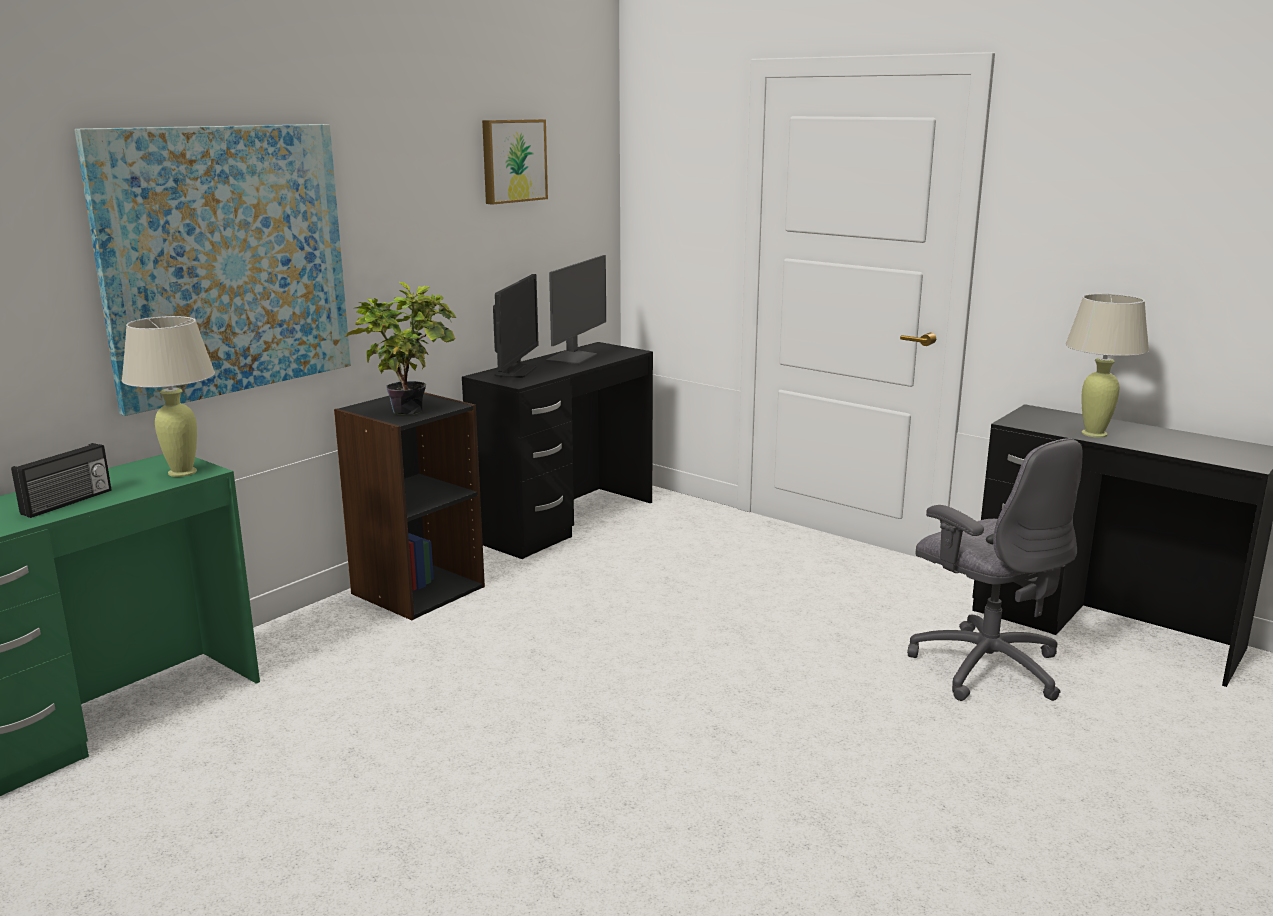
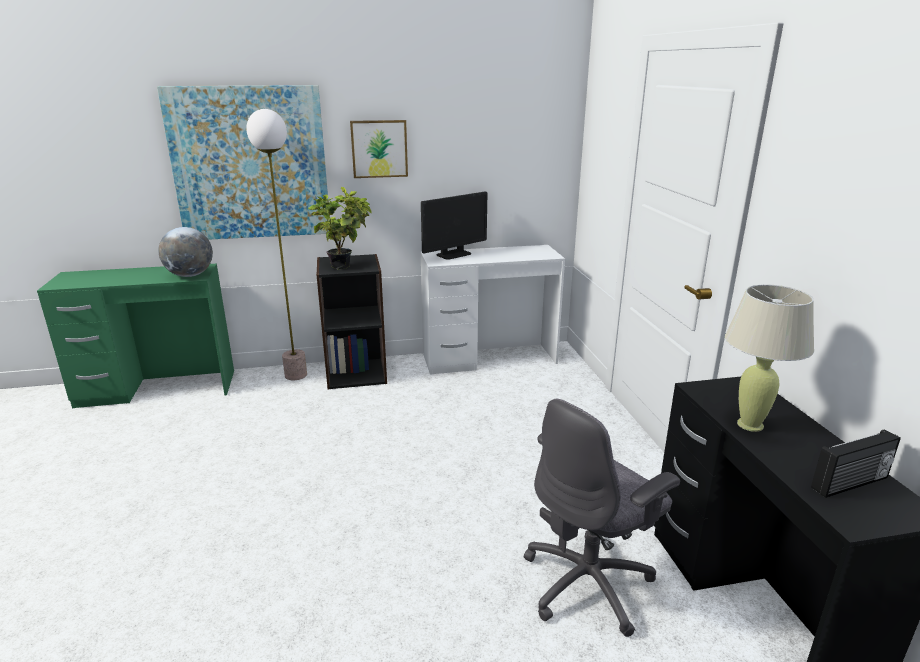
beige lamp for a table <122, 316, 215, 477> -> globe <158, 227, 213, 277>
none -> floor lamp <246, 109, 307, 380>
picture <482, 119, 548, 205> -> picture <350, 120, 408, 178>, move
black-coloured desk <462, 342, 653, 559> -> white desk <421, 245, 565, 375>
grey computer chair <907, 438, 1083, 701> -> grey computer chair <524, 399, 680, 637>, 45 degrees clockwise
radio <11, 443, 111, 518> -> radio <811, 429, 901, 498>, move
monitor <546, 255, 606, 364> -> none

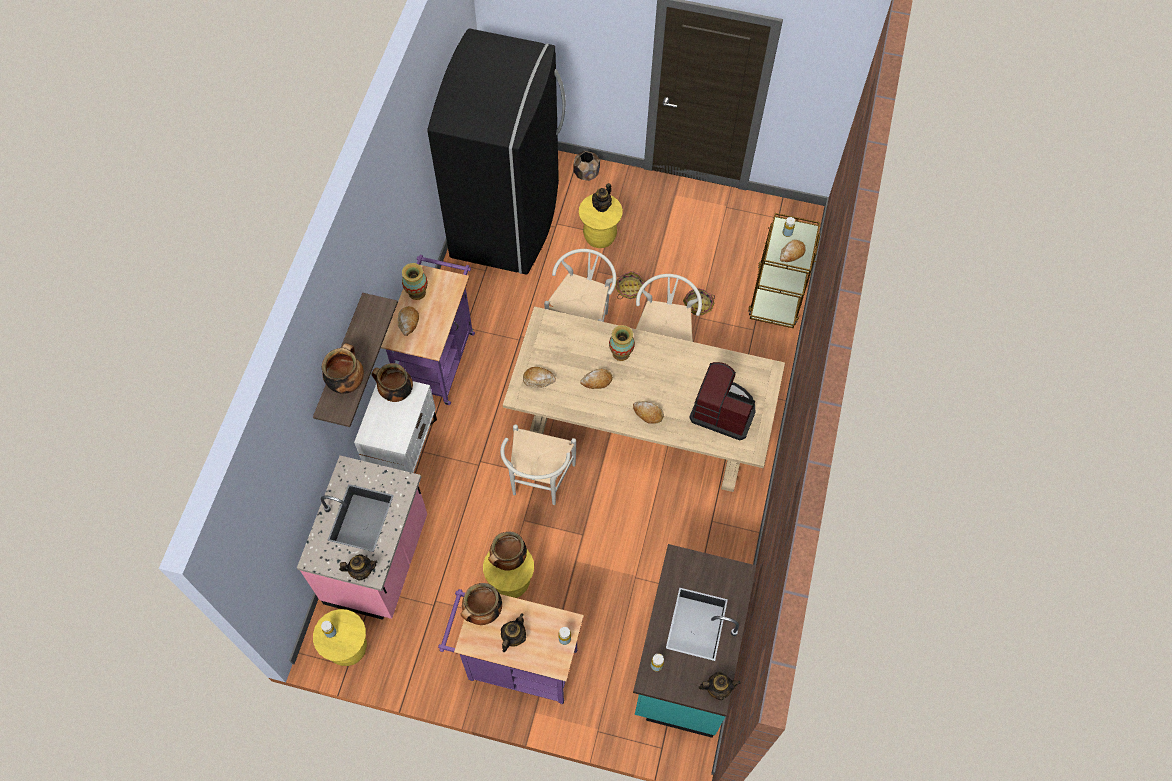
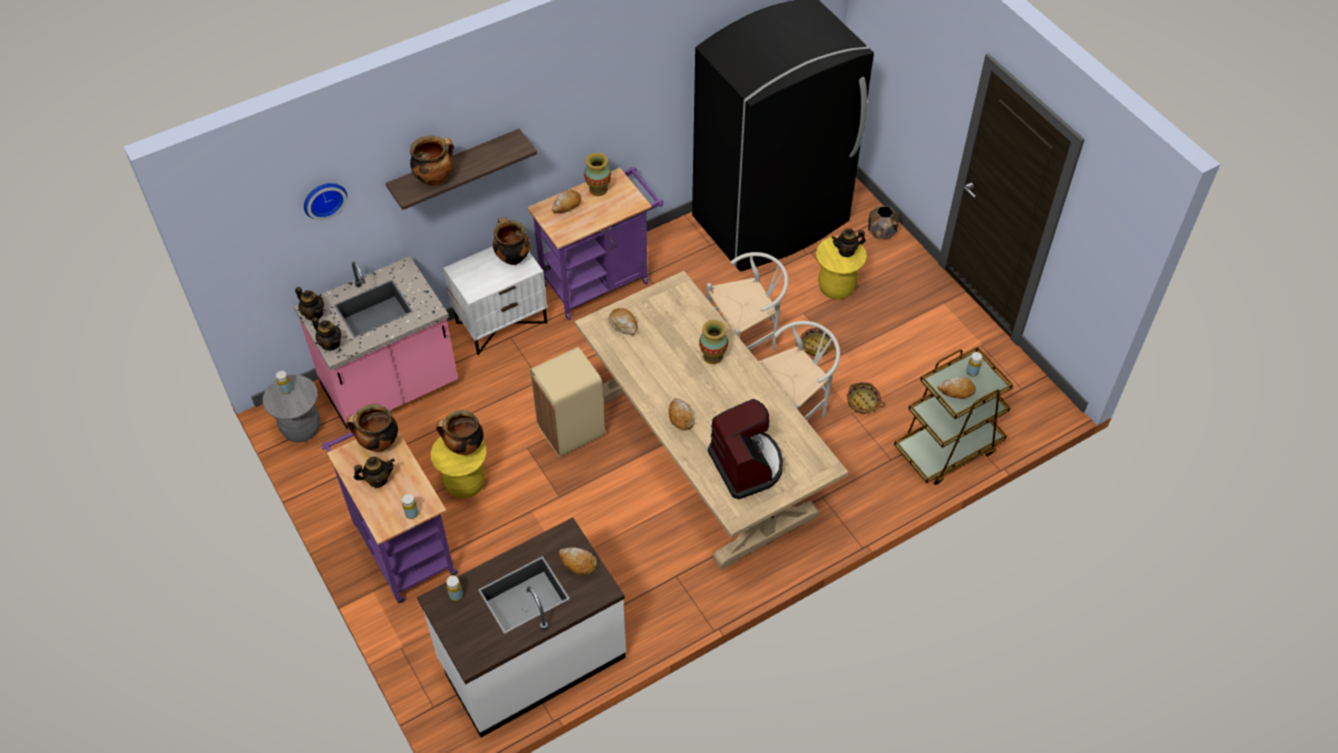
yellow sitting stool <313, 609, 367, 666> -> grey sitting stool <263, 375, 320, 442>
teapot <698, 672, 741, 700> -> teapot <295, 287, 324, 320>, move
none -> clock on the wall <304, 183, 347, 220>
blue-green counter <633, 544, 756, 738> -> white counter <417, 518, 626, 738>
white plain chair <500, 424, 576, 505> -> beige trash can <530, 347, 605, 457>
bread <580, 368, 613, 389> -> bread <559, 547, 597, 575>, move

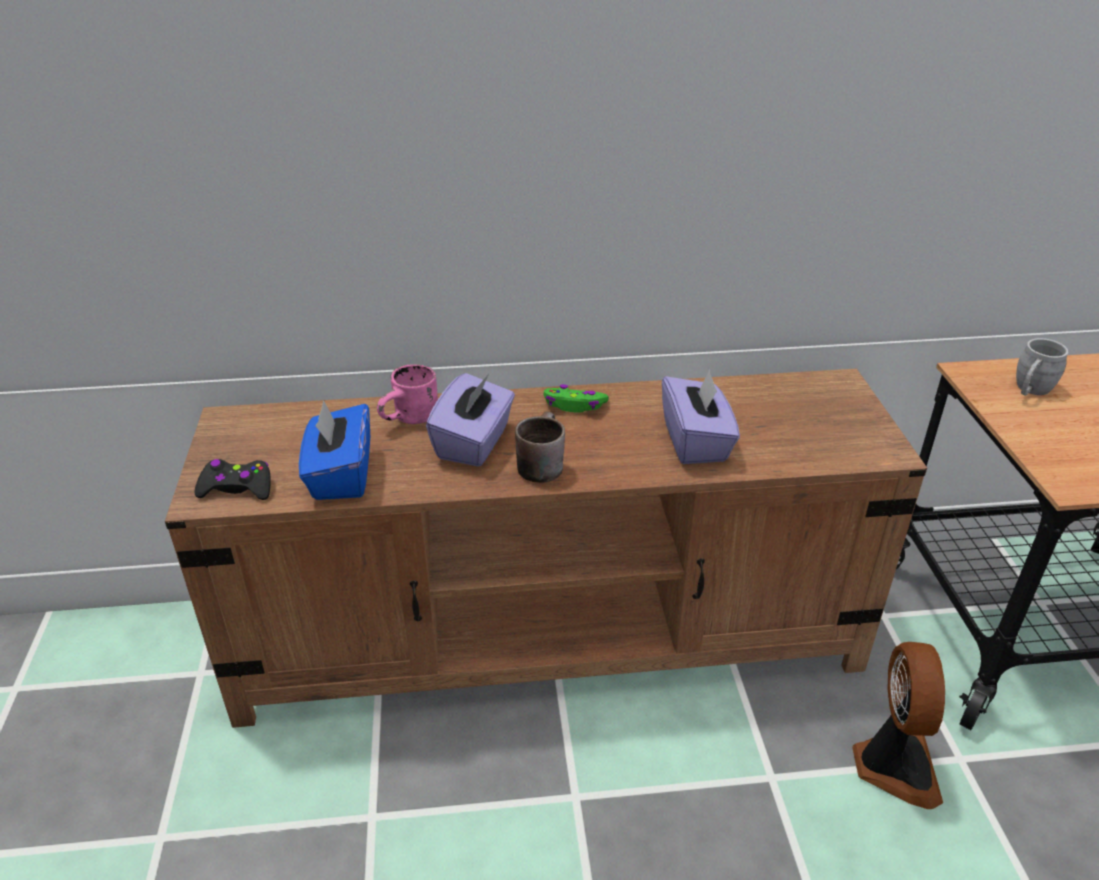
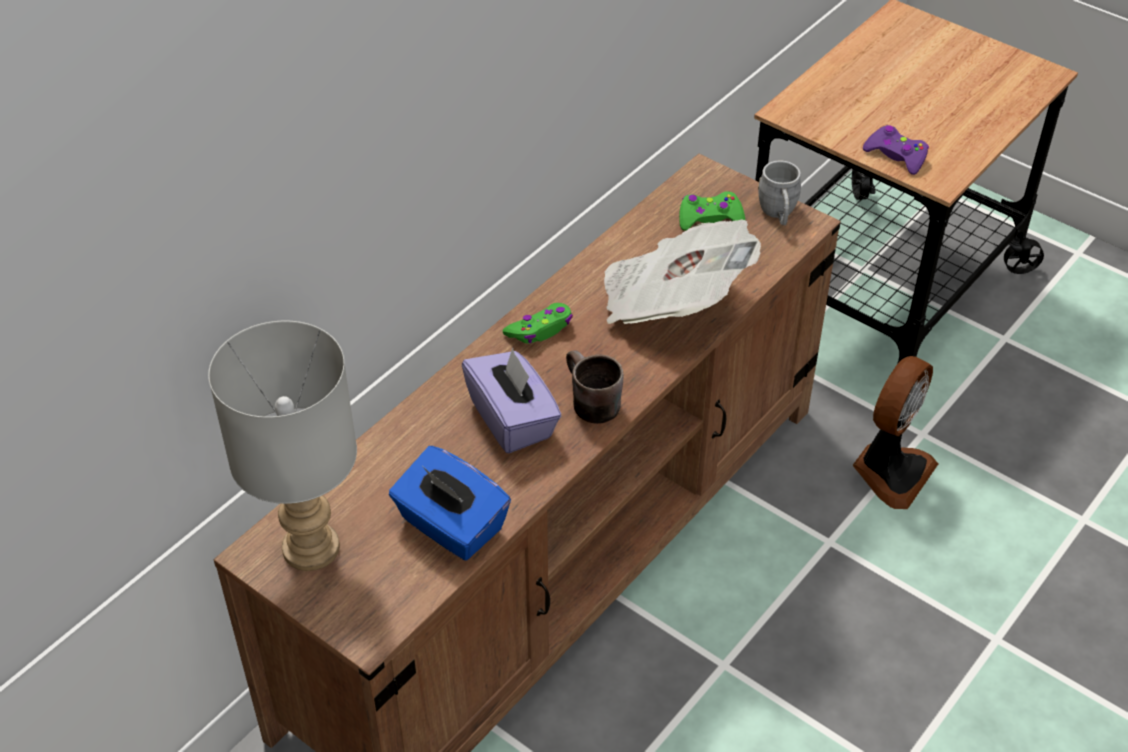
none -> grey lamp for a table <208, 321, 357, 571>
purplish tissue holder <662, 369, 740, 464> -> printed paper <604, 220, 761, 324>
none -> green-coloured gamepad <679, 192, 745, 231>
grey mug <1016, 338, 1068, 396> -> grey mug <758, 161, 801, 225>, move
electric fan <852, 642, 945, 809> -> electric fan <853, 356, 938, 509>, 75 degrees clockwise
none -> purplish gamepad <863, 125, 929, 175>
black-coloured gamepad <194, 459, 271, 500> -> none
pink mug <377, 364, 438, 424> -> none

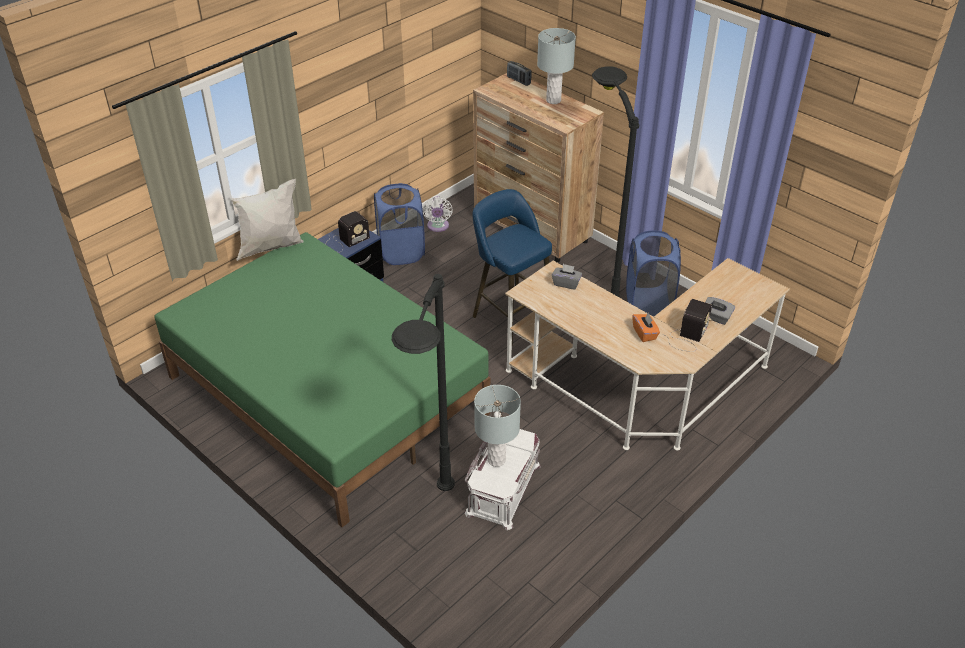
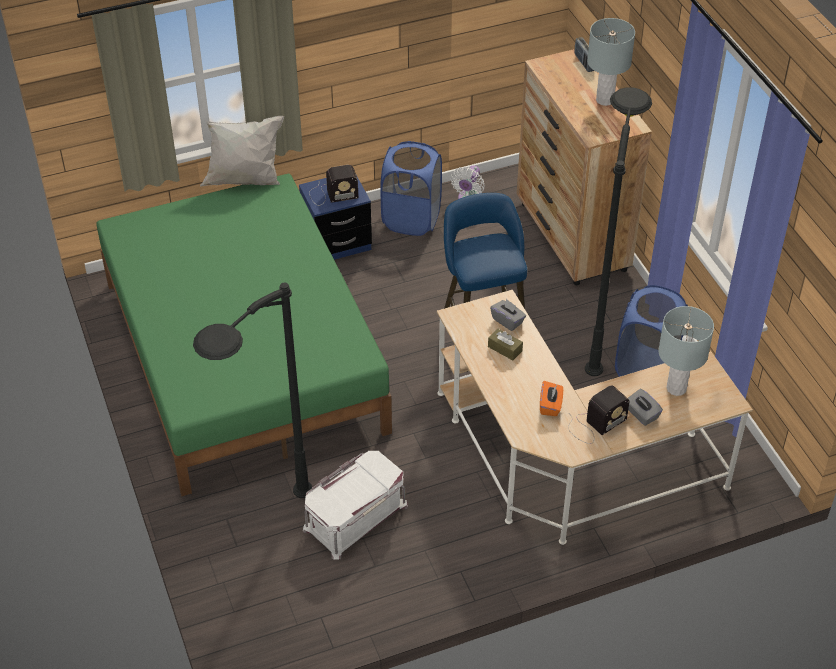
none -> brownish tissue holder <488, 329, 523, 360>
grey lamp for a table <474, 385, 521, 467> -> grey lamp for a table <658, 306, 714, 396>, move

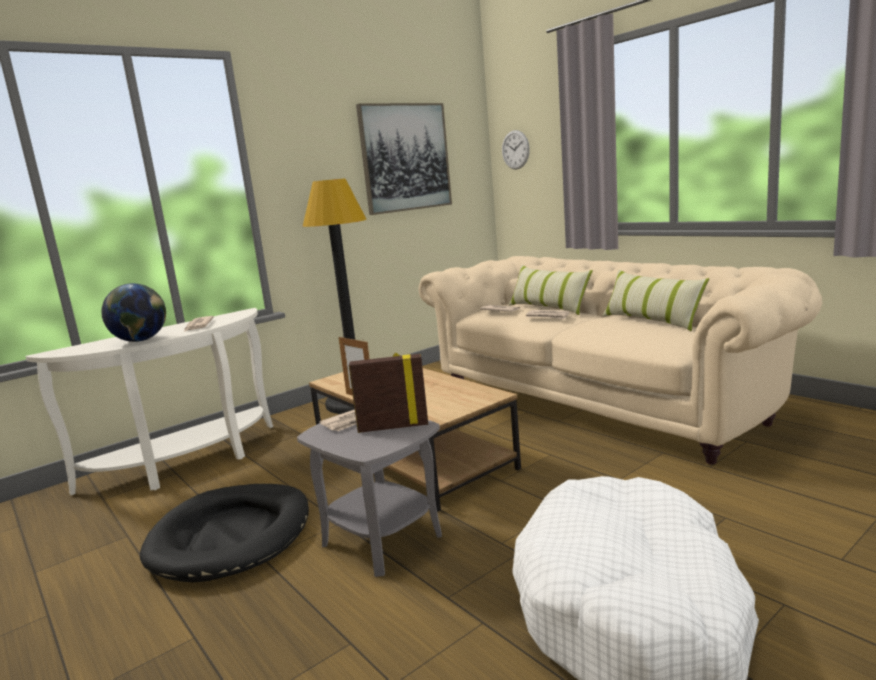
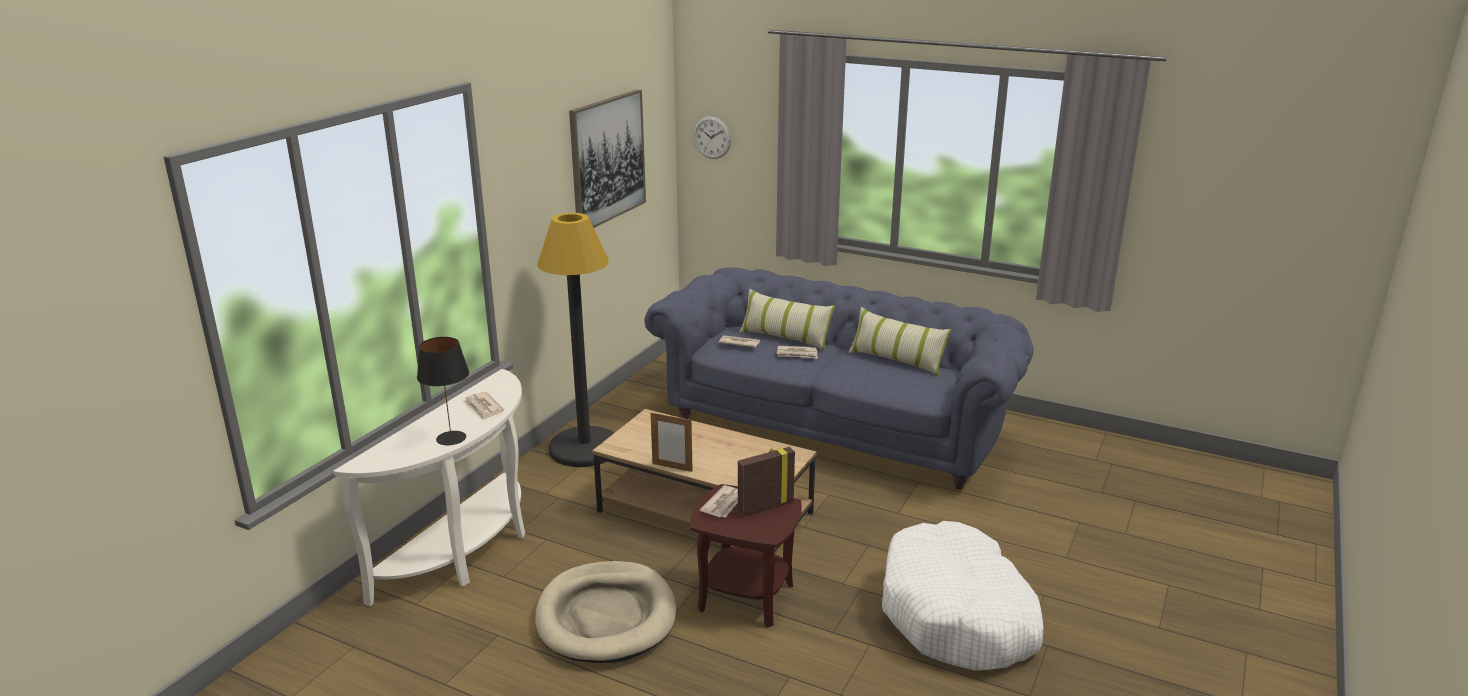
globe <101, 283, 166, 342> -> black-coloured lamp for a table <417, 337, 469, 445>
black-coloured dog bed <140, 484, 309, 583> -> beige dog bed <535, 561, 676, 663>
beige sofa <418, 256, 822, 465> -> bluish sofa <644, 267, 1033, 490>
grey end table <297, 420, 442, 577> -> brownish end table <690, 484, 802, 628>

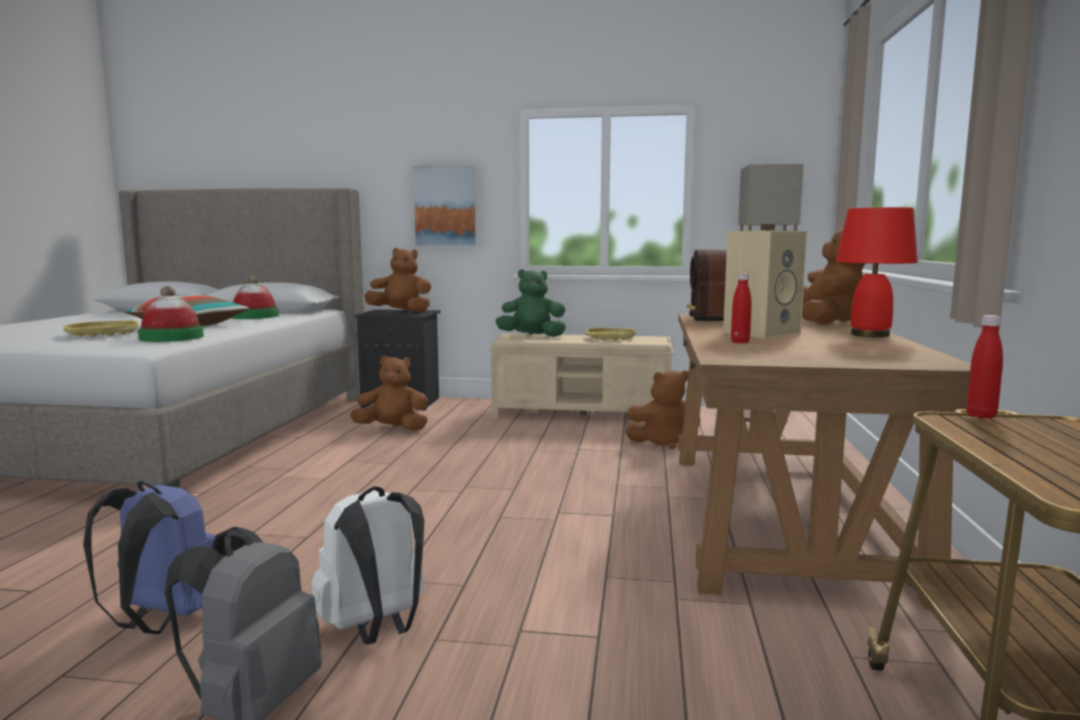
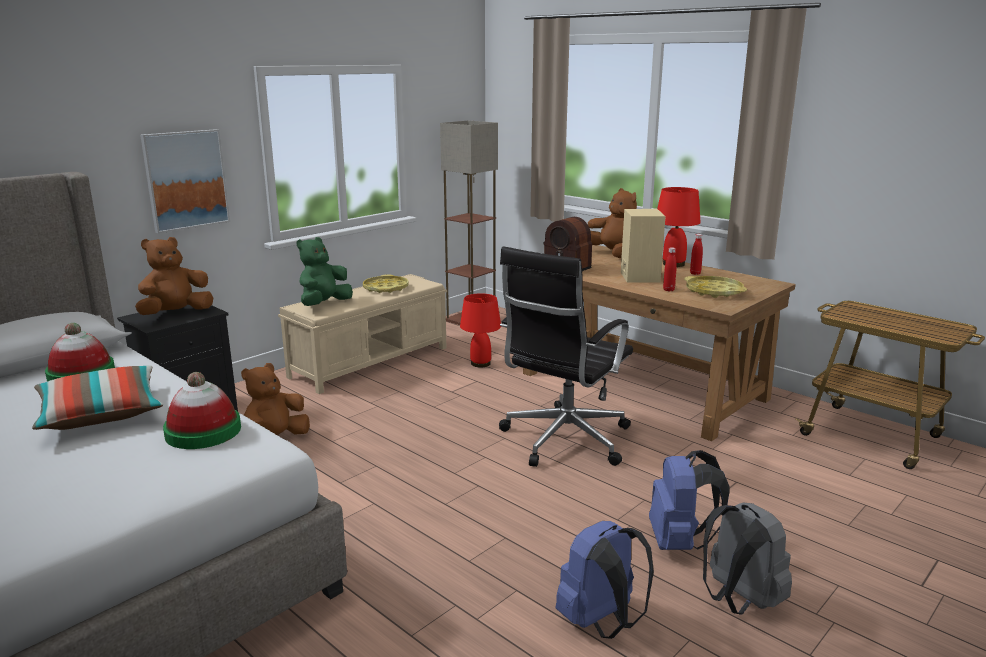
brownish plush toy <625, 370, 701, 449> -> red lamp for a table <460, 293, 501, 367>
none -> black-coloured computer chair <499, 246, 633, 467>
white knapsack <312, 486, 424, 645> -> bluish knapsack <649, 450, 730, 550>
yellow tray <63, 320, 138, 337> -> yellow tray <684, 276, 747, 298>, move
red beverage bottle <966, 315, 1003, 419> -> red beverage bottle <690, 234, 703, 275>, move

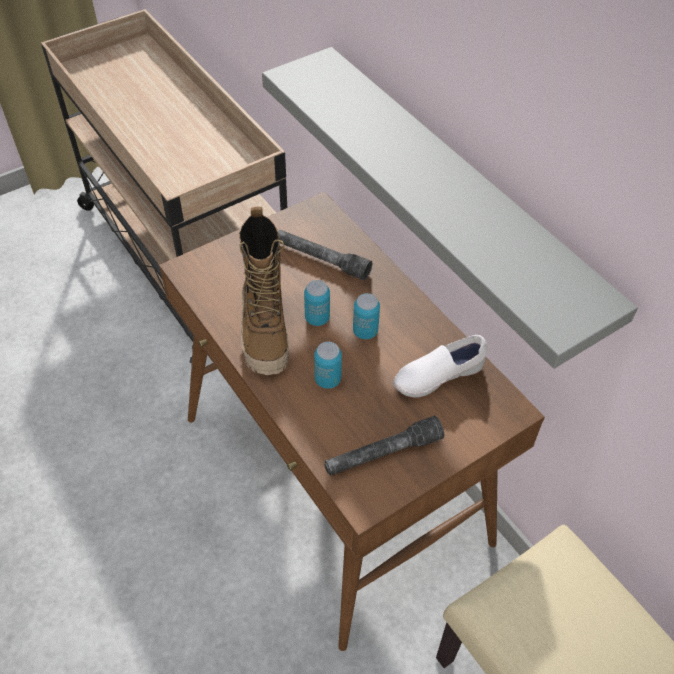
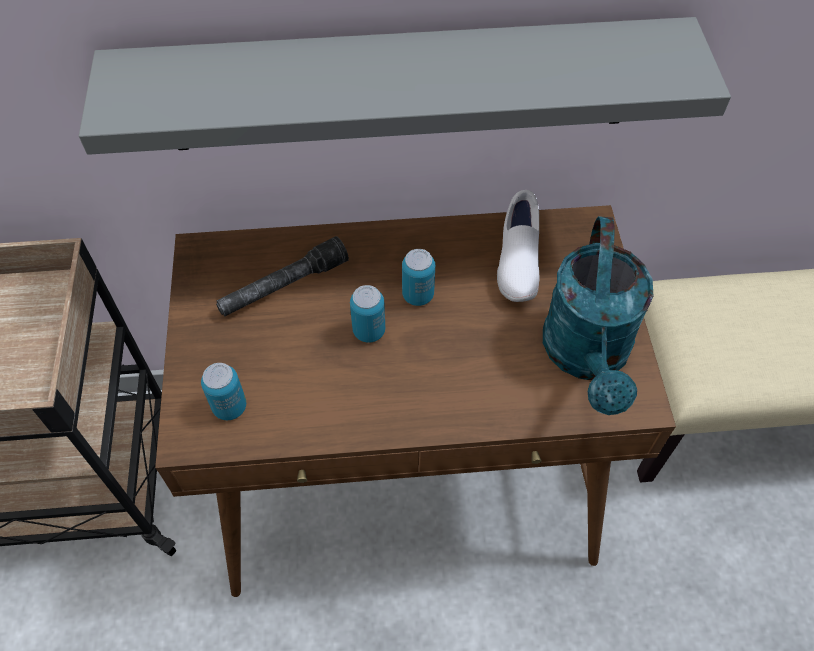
sealed can <314, 342, 342, 389> -> sealed can <201, 363, 246, 420>, move
grey hand torch <324, 416, 444, 476> -> blue-green watering can <543, 216, 653, 415>
boot <239, 207, 289, 375> -> none

